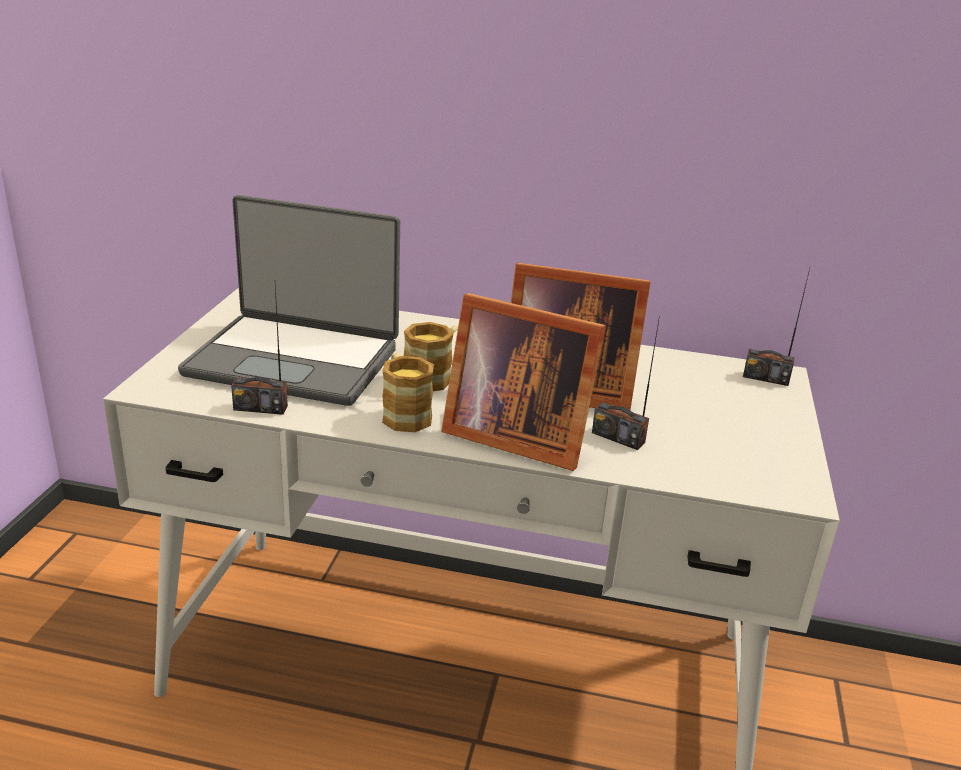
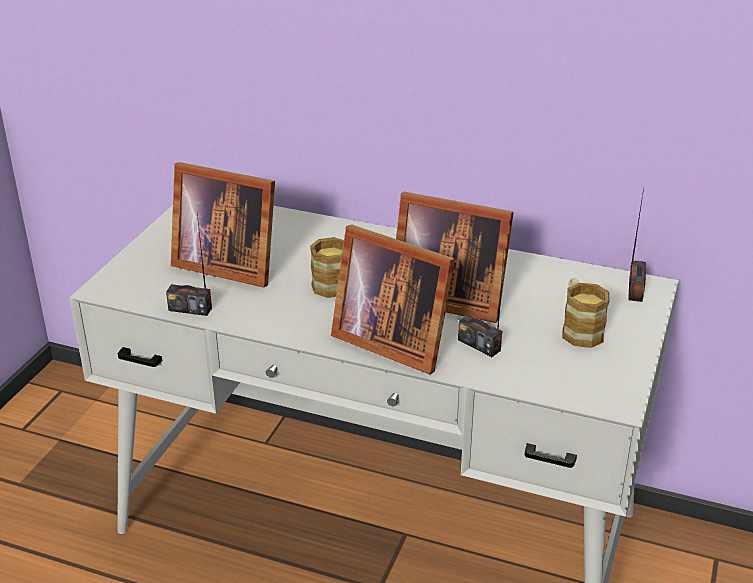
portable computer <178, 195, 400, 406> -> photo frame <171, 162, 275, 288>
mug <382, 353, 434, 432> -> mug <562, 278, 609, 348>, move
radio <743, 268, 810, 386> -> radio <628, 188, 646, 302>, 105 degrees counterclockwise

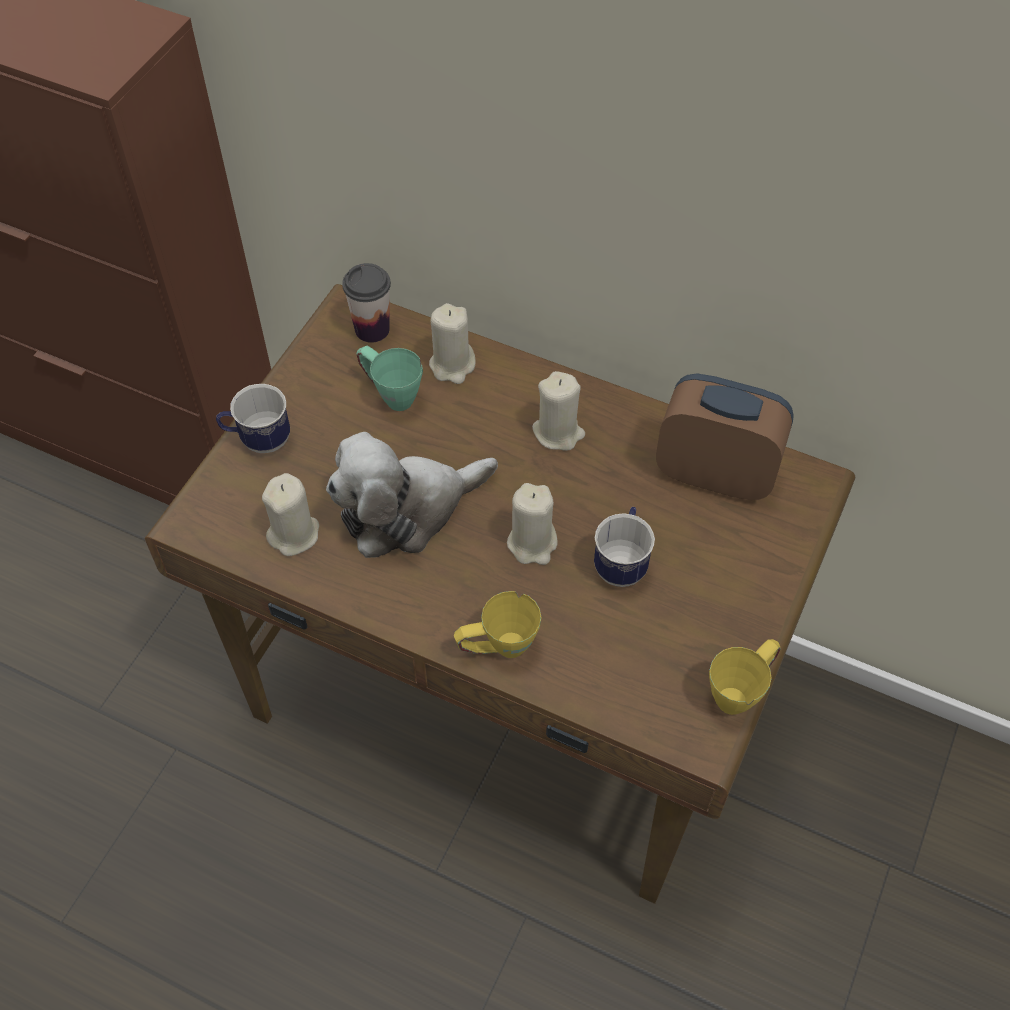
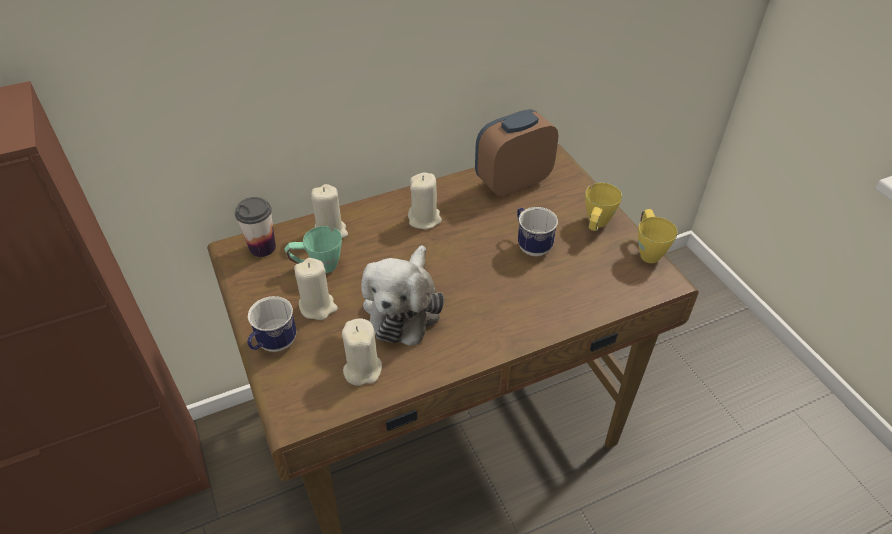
beige wax light <507, 483, 558, 565> -> beige wax light <294, 258, 338, 320>, move
yellow mug <454, 591, 541, 658> -> yellow mug <585, 183, 622, 231>, move

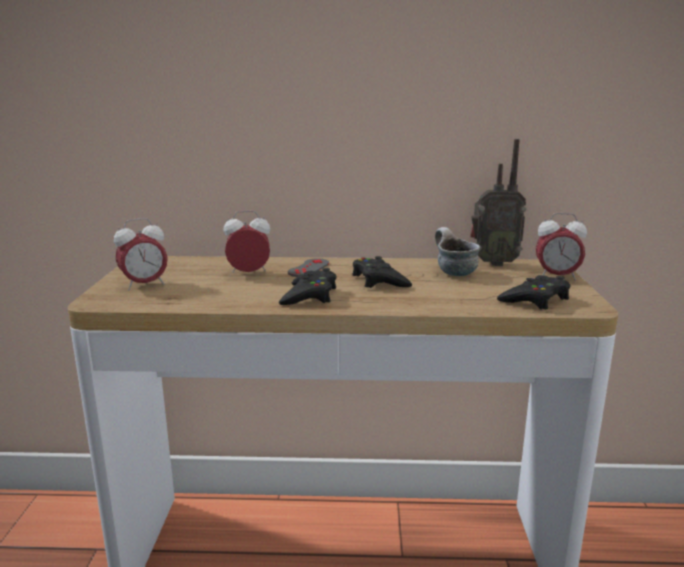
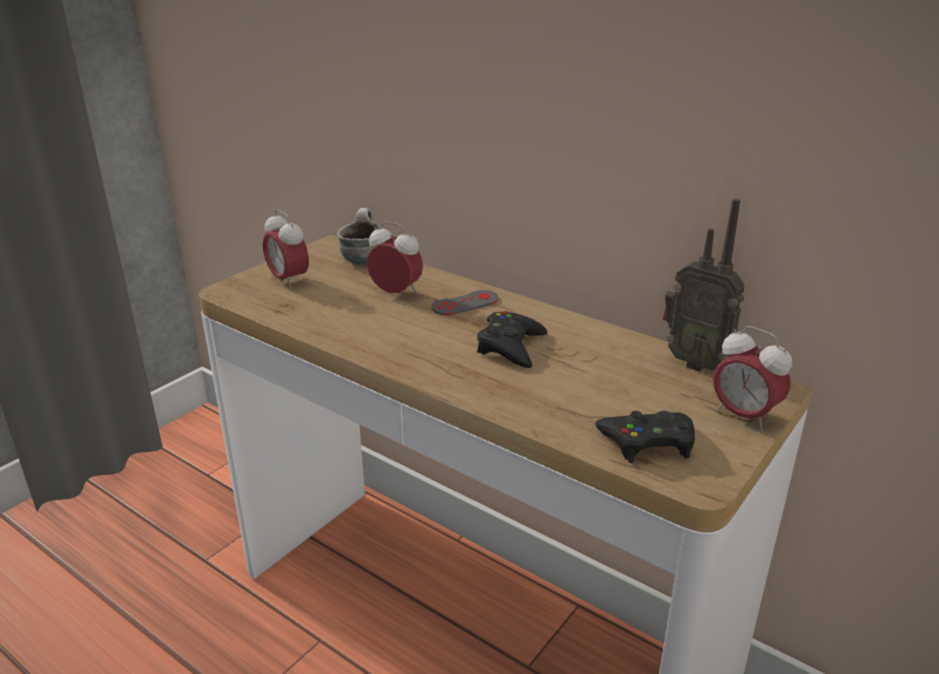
bedside clock <114, 218, 168, 290> -> bedside clock <263, 209, 309, 289>, 45 degrees clockwise
mug <435, 227, 480, 276> -> mug <337, 208, 383, 265>, move
black-coloured gamepad <279, 268, 337, 305> -> none

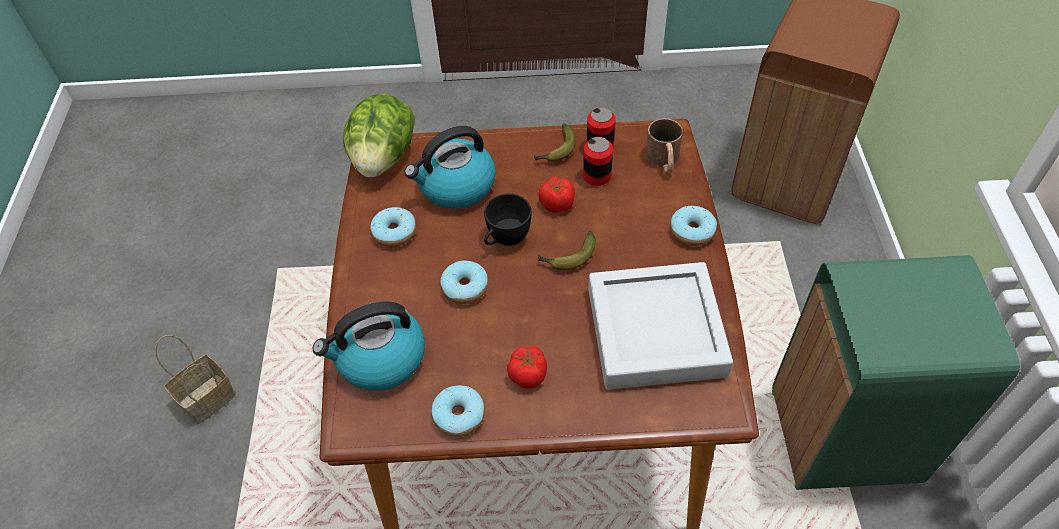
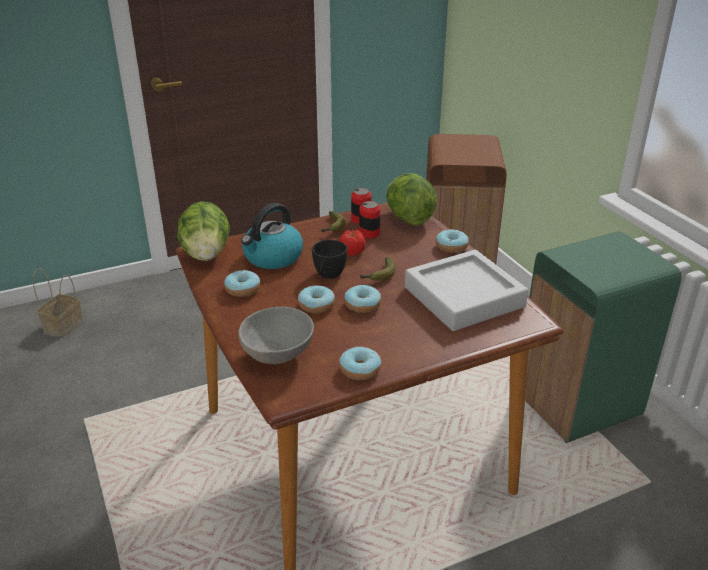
household basket <155, 335, 236, 424> -> household basket <33, 268, 83, 337>, move
kettle <313, 301, 425, 391> -> grey bowl <238, 307, 314, 364>
none -> ring doughnut <344, 284, 381, 313>
brownish mug <645, 118, 683, 173> -> lettuce <386, 173, 437, 226>
tomato <507, 346, 547, 389> -> none

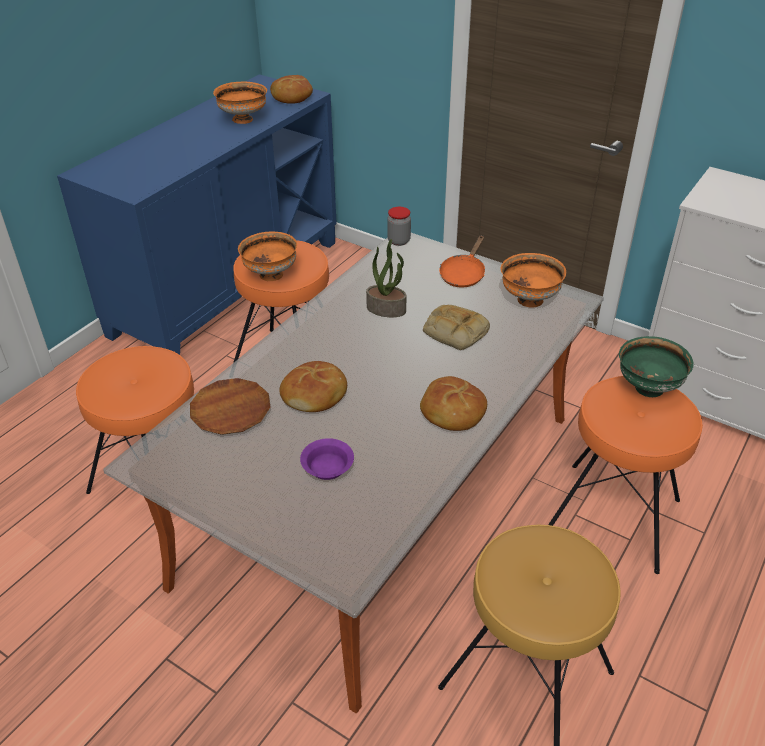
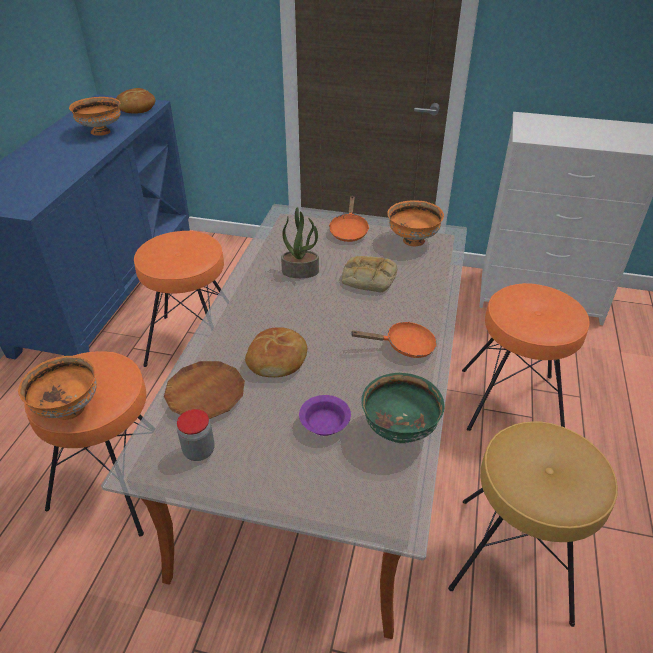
orangey bowl <238, 232, 297, 281> -> orangey bowl <18, 356, 97, 420>, move
jar <387, 207, 411, 246> -> jar <177, 409, 215, 461>, move
bread <420, 376, 487, 431> -> orangey skillet <350, 321, 437, 358>
green-coloured bowl <619, 336, 694, 397> -> green-coloured bowl <361, 373, 445, 443>, move

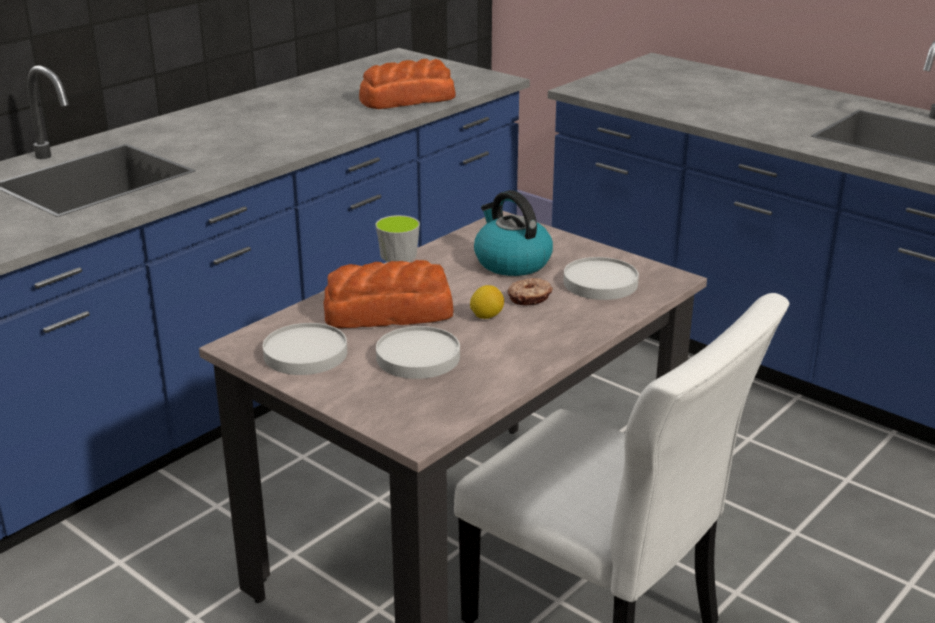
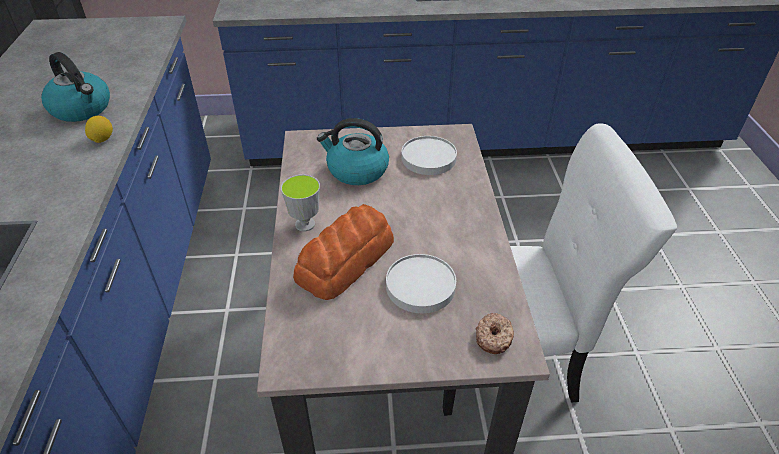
none -> kettle <41, 52, 110, 122>
lemon <470, 285, 504, 319> -> lemon <85, 116, 113, 143>, move
ring doughnut <508, 278, 553, 305> -> ring doughnut <475, 313, 514, 354>, move
white dinner plate <263, 323, 347, 375> -> none
bread <359, 59, 455, 109> -> none

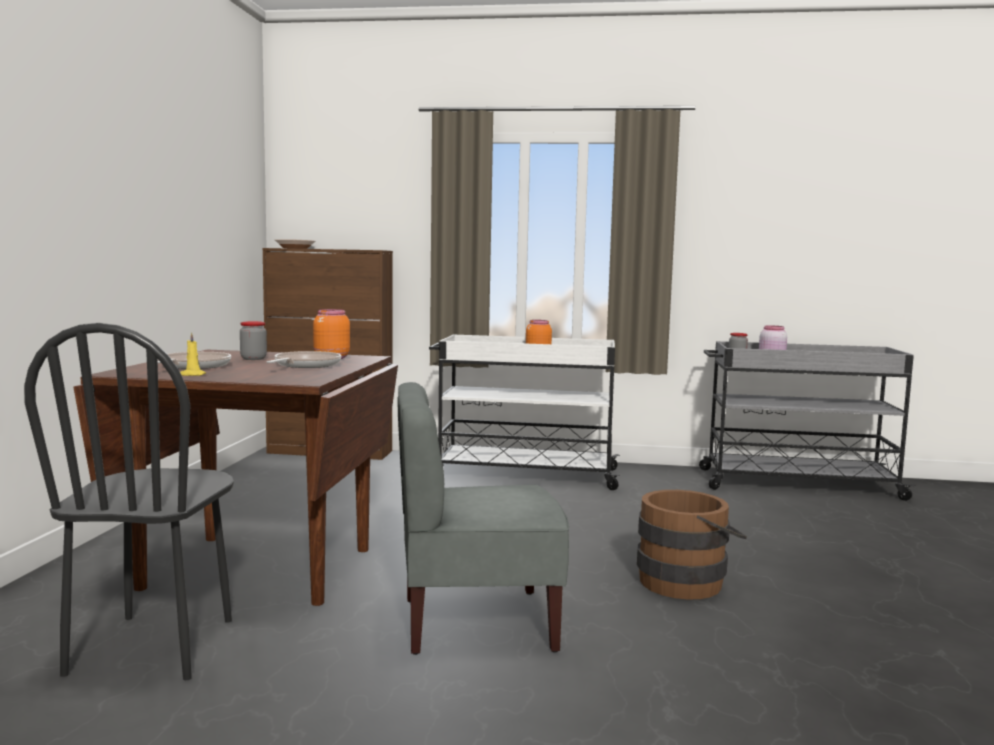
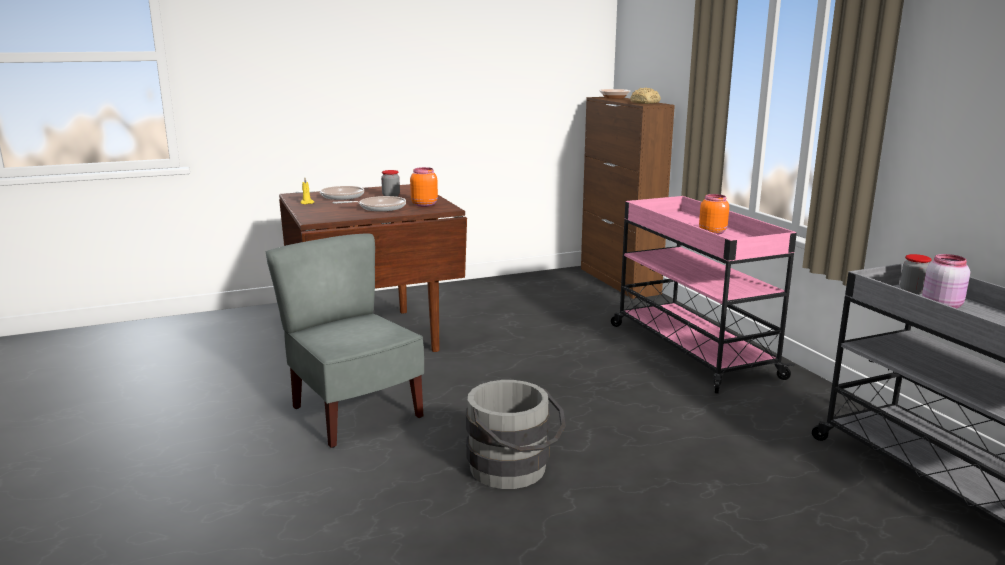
brownish pail <637, 490, 747, 600> -> grey pail <466, 380, 566, 489>
white wheeled cart <429, 335, 620, 490> -> pink wheeled cart <611, 196, 797, 394>
none -> bread <630, 87, 661, 104>
black-coloured plain chair <24, 323, 234, 680> -> none

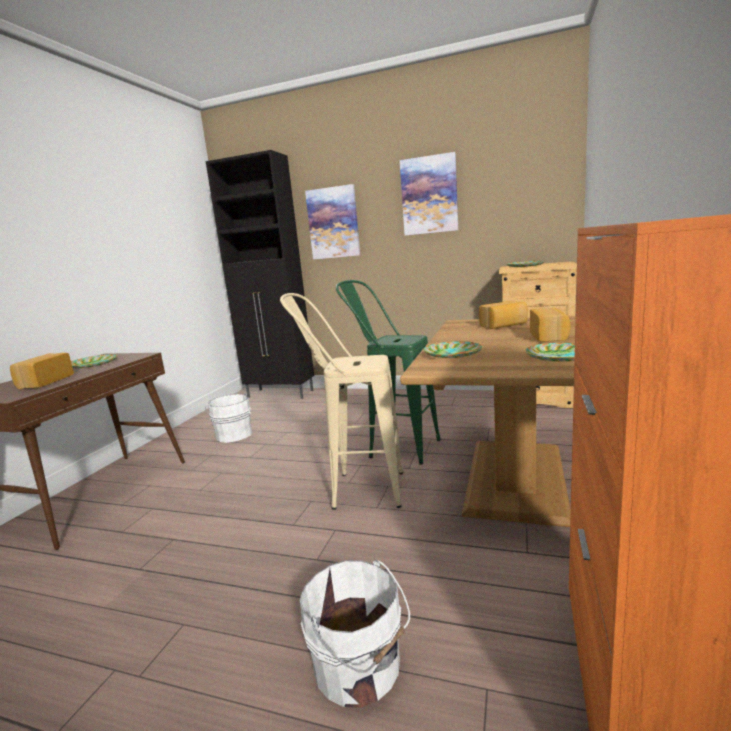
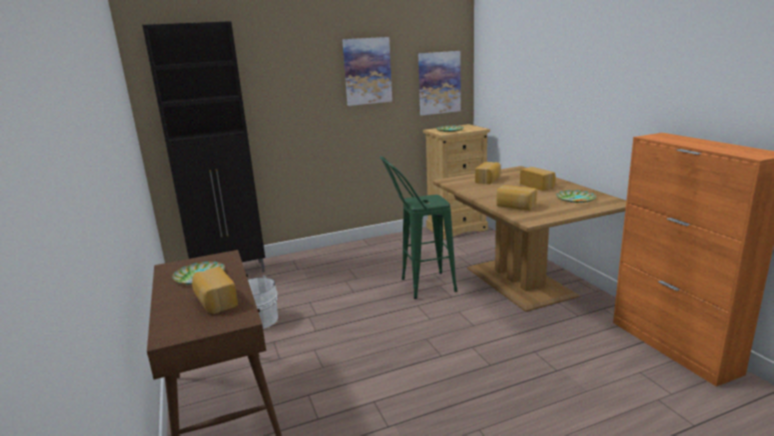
picture <305, 184, 360, 259> -> picture <418, 51, 461, 115>, move
dinner plate <423, 341, 482, 358> -> bread <496, 185, 537, 210>
beige sitting stool <280, 293, 403, 510> -> none
white pail <300, 560, 410, 708> -> none

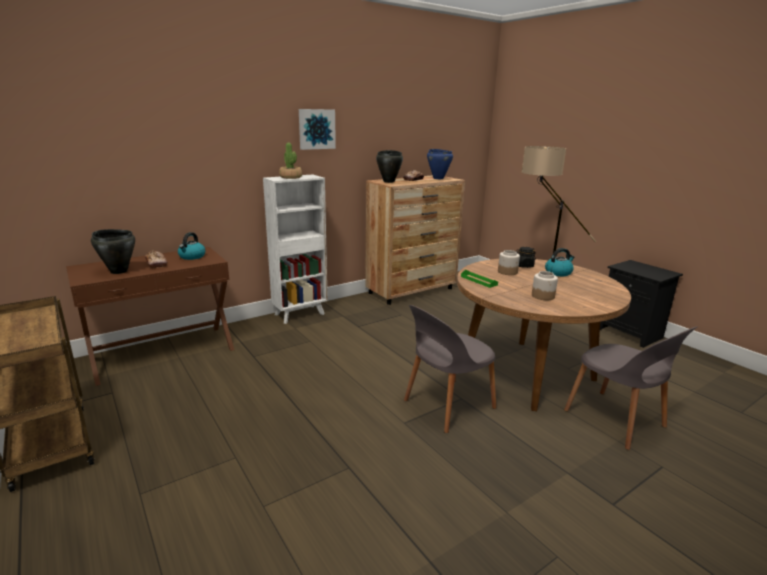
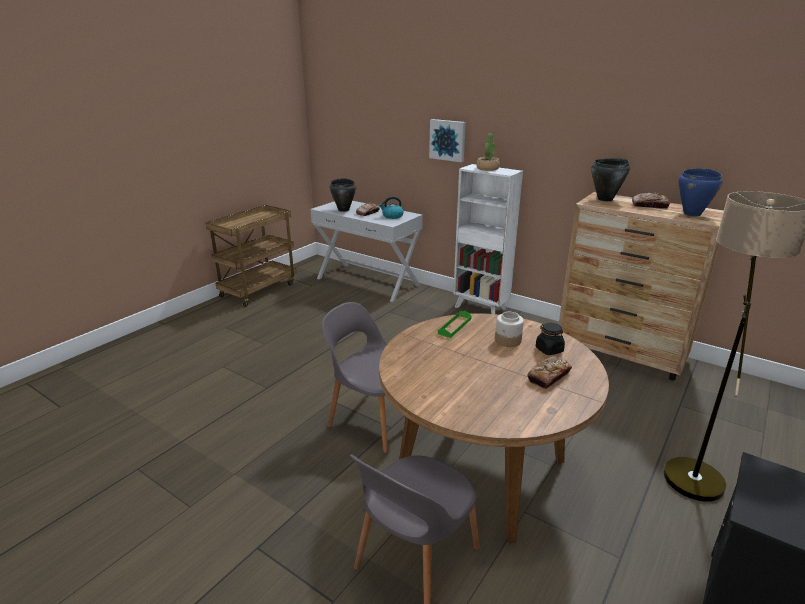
brownish narrow table <66, 247, 234, 386> -> white narrow table <310, 201, 423, 302>
picture <299, 109, 336, 150> -> picture <429, 119, 466, 162>, move
kettle <545, 248, 575, 276> -> bread <528, 356, 572, 389>
jar <532, 271, 558, 300> -> none

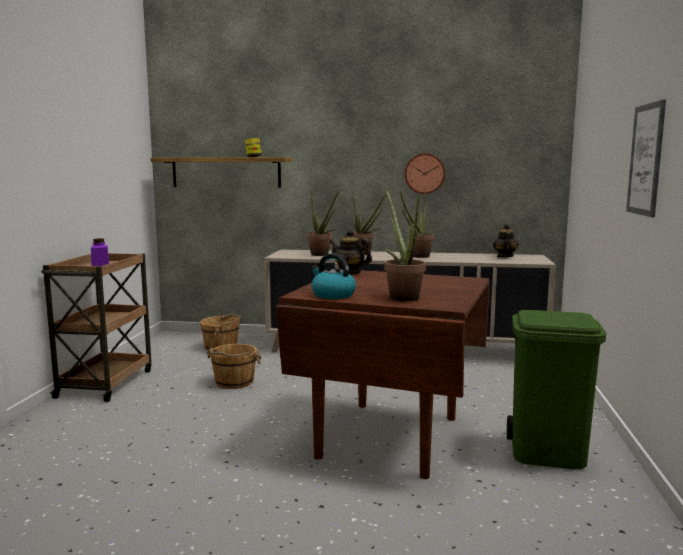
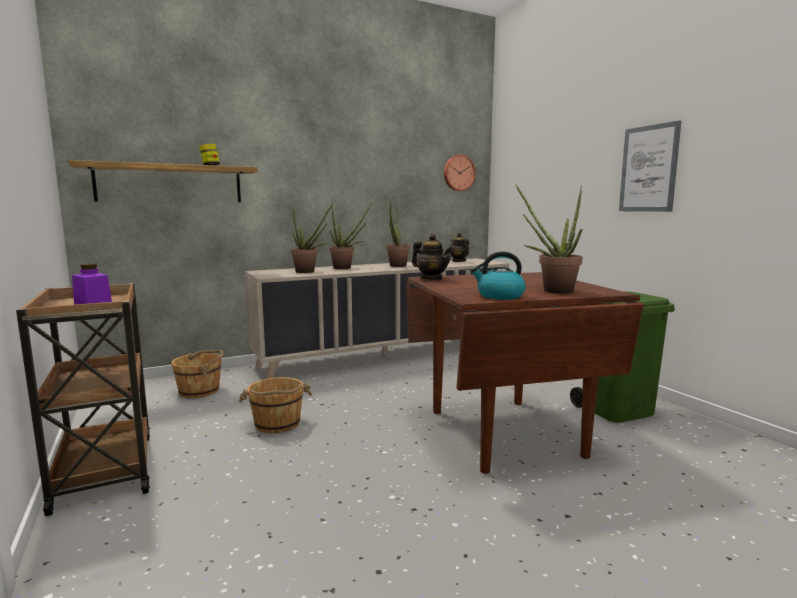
teapot <330, 230, 372, 275> -> teapot <412, 234, 453, 280>, 135 degrees counterclockwise
clock on the wall <405, 153, 445, 194> -> clock on the wall <444, 155, 476, 191>, move

